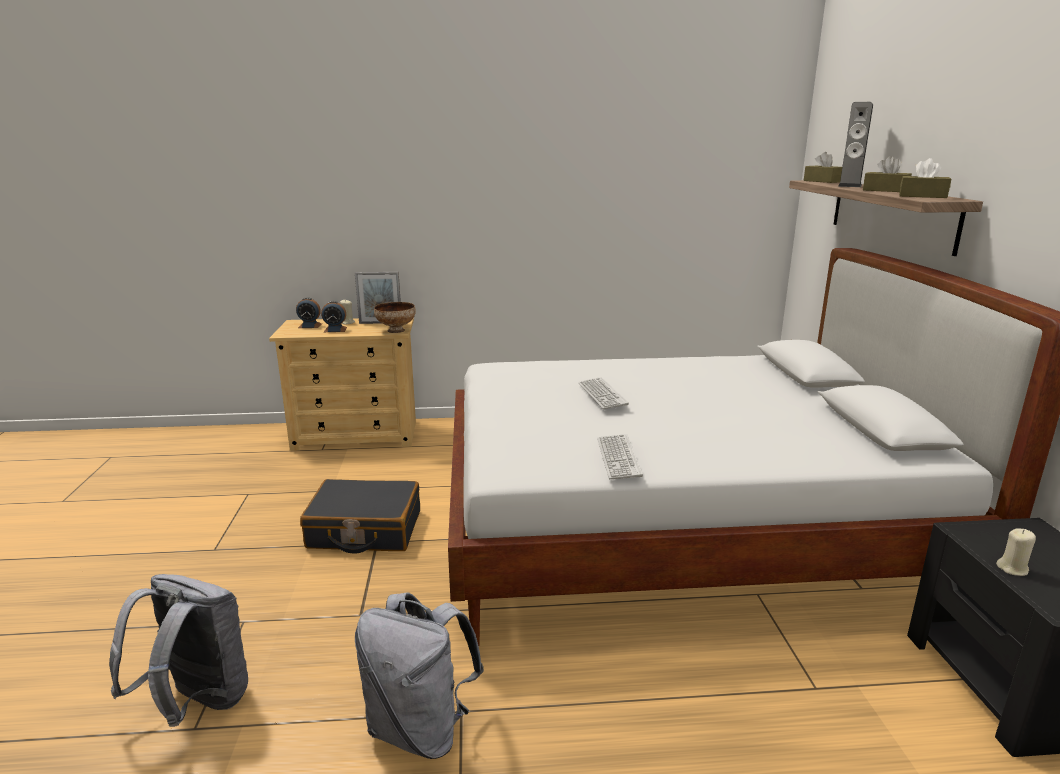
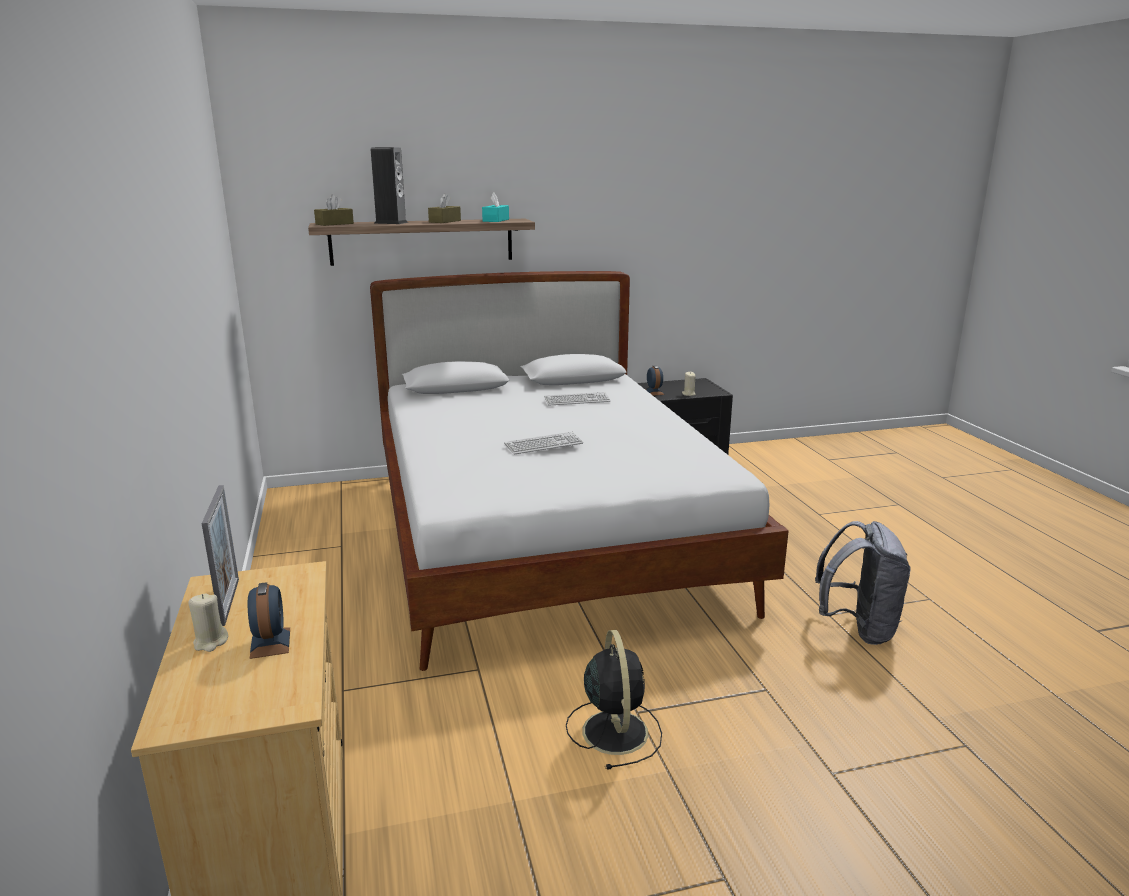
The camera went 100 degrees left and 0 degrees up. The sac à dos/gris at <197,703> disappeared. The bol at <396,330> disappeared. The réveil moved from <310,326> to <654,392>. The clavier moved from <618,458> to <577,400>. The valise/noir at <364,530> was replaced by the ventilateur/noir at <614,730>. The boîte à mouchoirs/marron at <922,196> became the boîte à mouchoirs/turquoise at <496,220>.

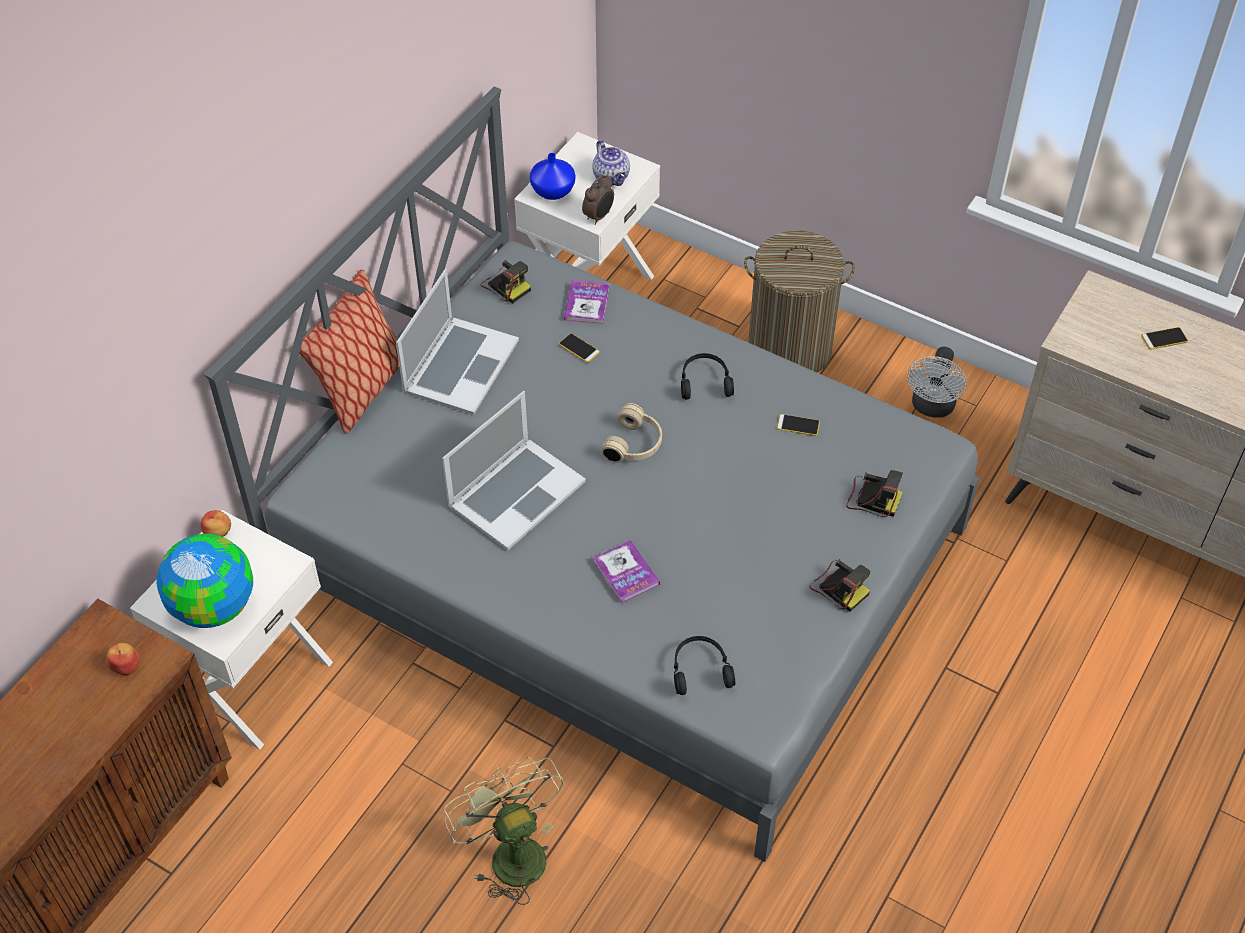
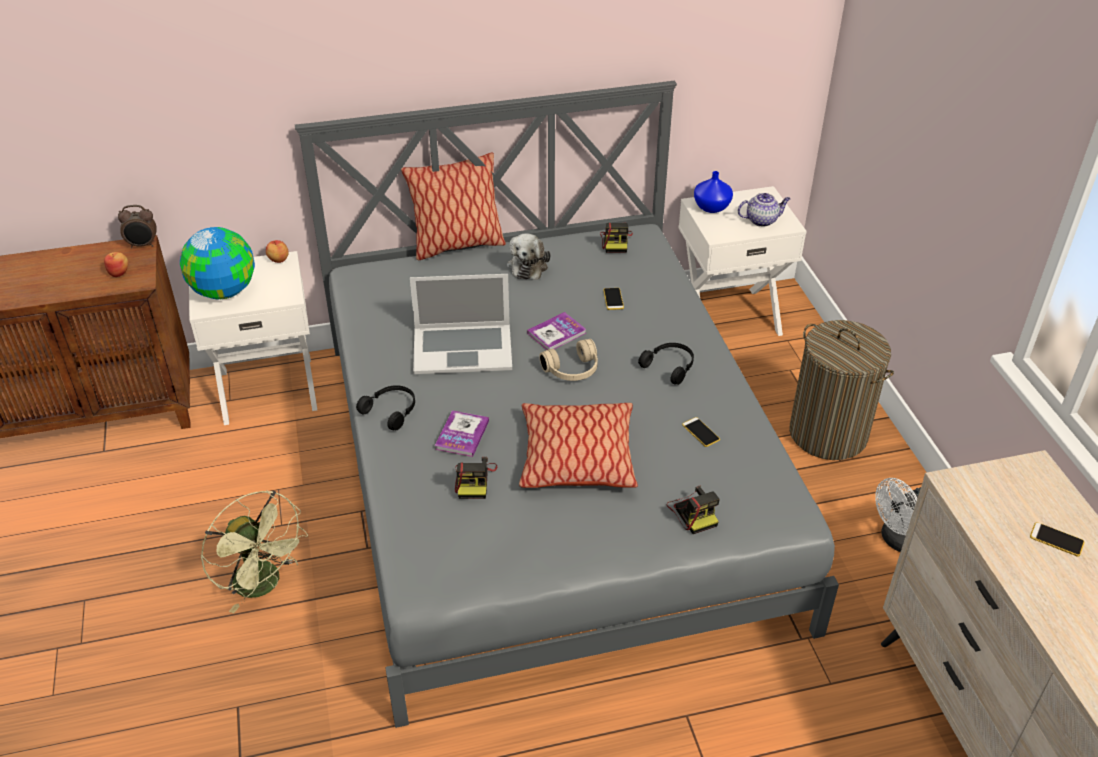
The camera went 45 degrees right and 10 degrees down. The coussin at <577,457> appeared. The livre moved from <587,303> to <556,333>. The réveil moved from <599,216> to <143,245>. The casque audio/noir moved from <700,669> to <391,411>. The appareil photo moved from <839,587> to <474,480>. The ordinateur portable at <460,365> was replaced by the peluche at <528,265>. The ventilateur/vert at <510,852> turned 120 degrees clockwise. The théière at <612,177> turned 120 degrees counterclockwise.

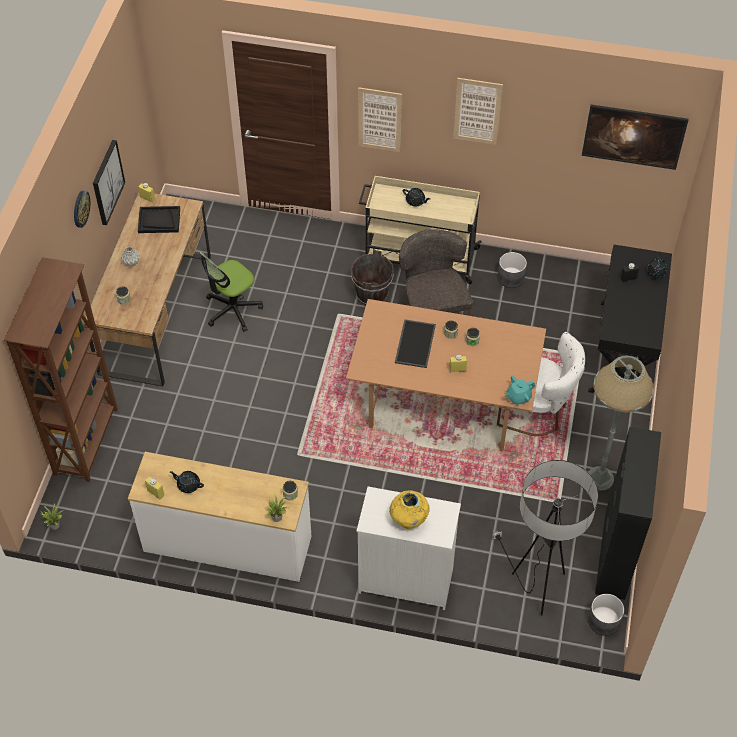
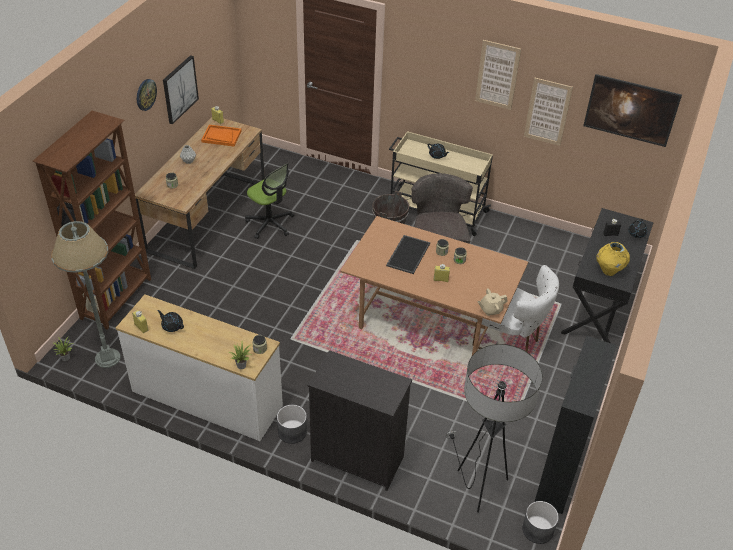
The camera went 10 degrees right and 10 degrees down. The tableau moved from <379,119> to <547,112>. The vase/jaune moved from <408,520> to <609,270>. The cache-pot/gris moved from <510,277> to <292,431>. The lampadaire/gris moved from <599,478> to <107,358>. The plateau/noir at <159,221> became the plateau/orange at <221,136>. The commode/blanc at <405,580> became the commode/noir at <357,458>. The théière/turquoise at <518,397> became the théière/beige at <490,309>. The chaise de bureau at <232,310> turned 105 degrees counterclockwise.

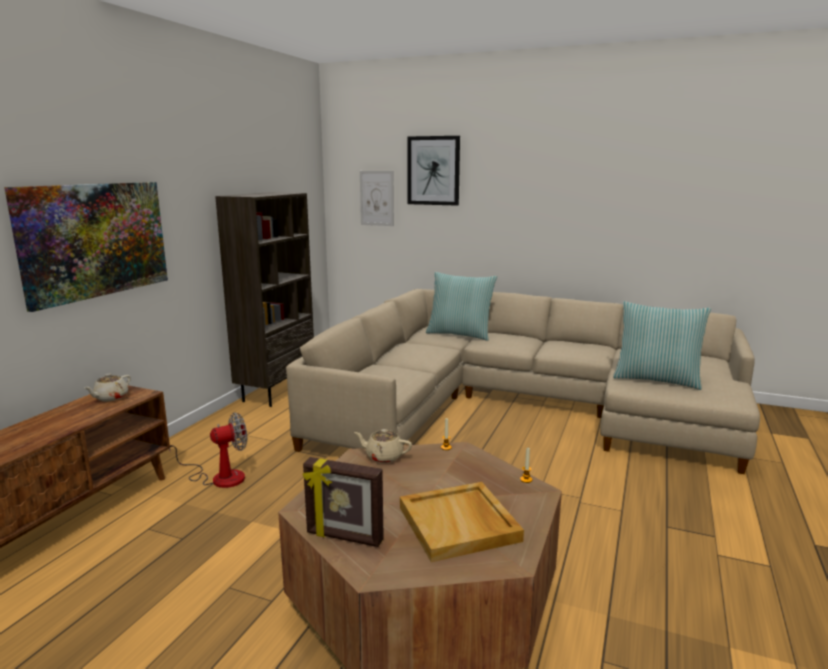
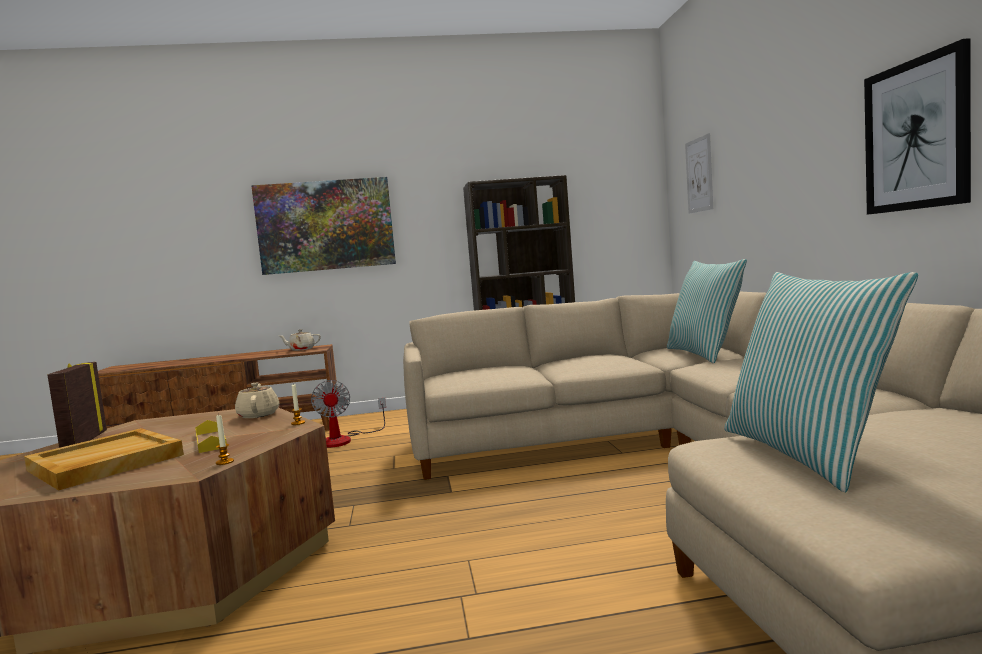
The camera went 60 degrees right and 10 degrees down. The plateau/jaune at <211,441> appeared. The tableau moved from <433,170> to <916,135>. The ventilateur at <219,477> turned 45 degrees clockwise.

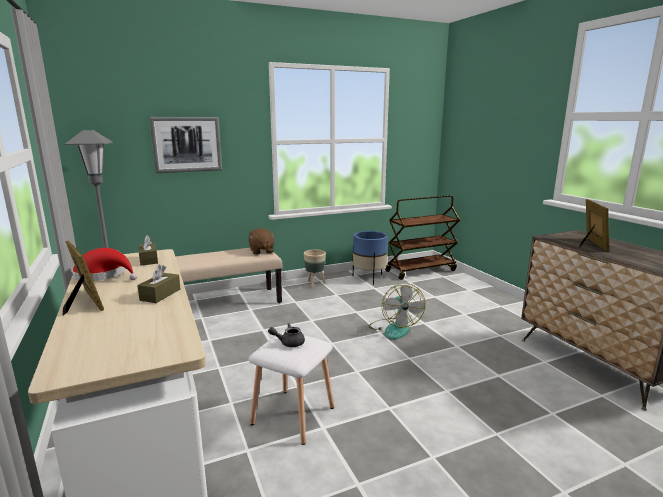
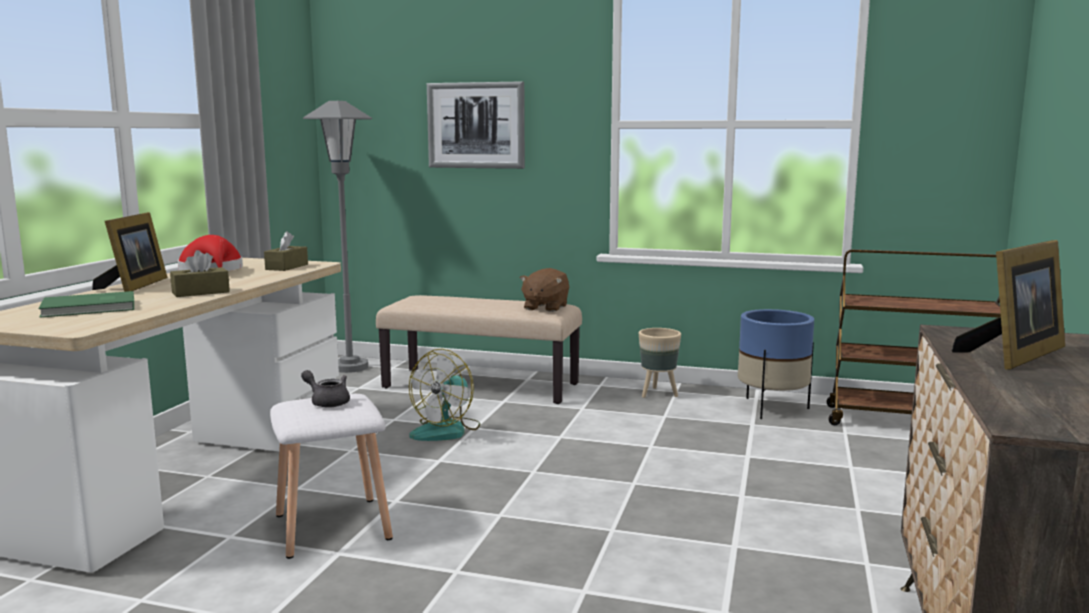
The camera went 40 degrees right and 5 degrees down. The livre/vert at <90,308> appeared. The ventilateur moved from <394,328> to <447,430>.

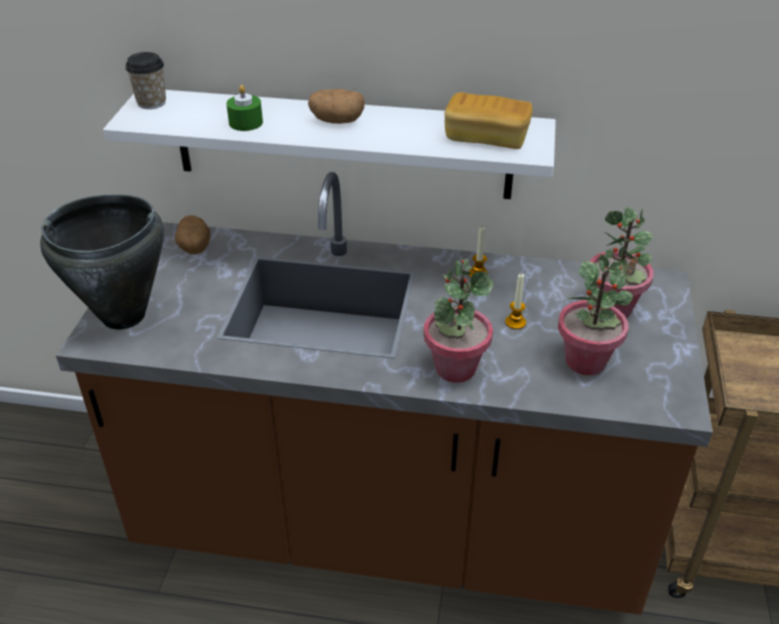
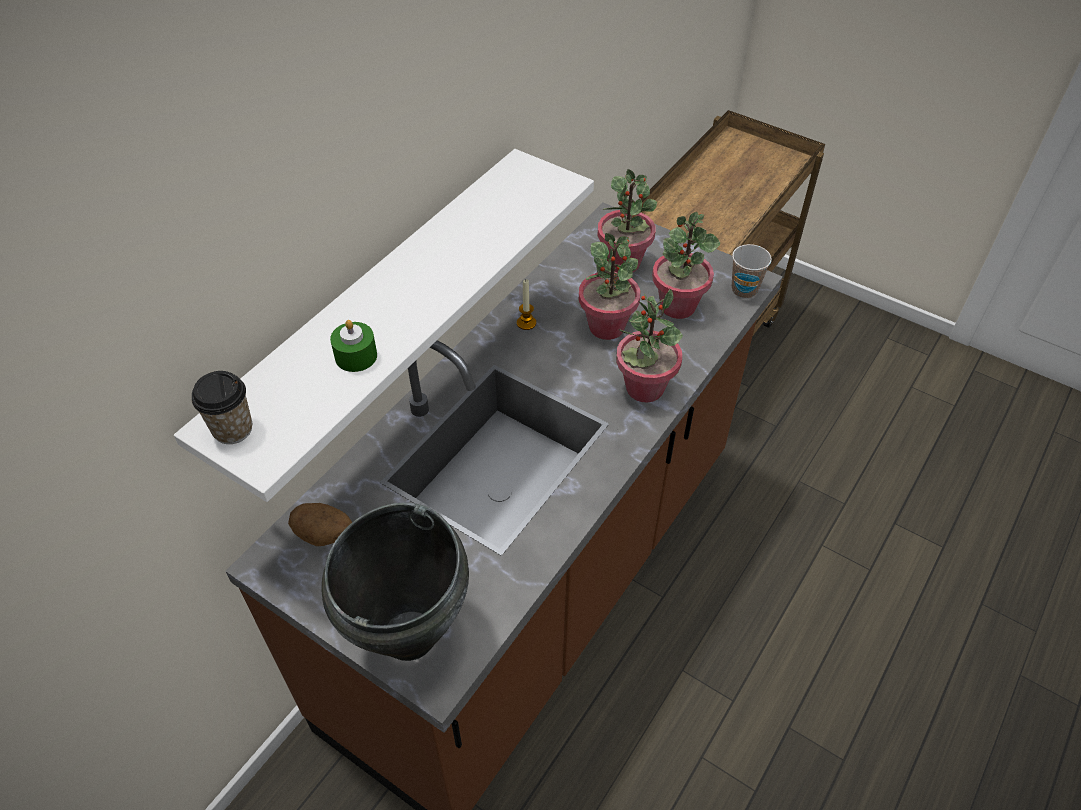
The camera went 65 degrees left and 10 degrees up. The pomme de terre at <336,121> disappeared. The pain at <486,138> disappeared. The tasse at <744,290> appeared. The bougie at <515,322> was replaced by the plante en pot at <607,326>.

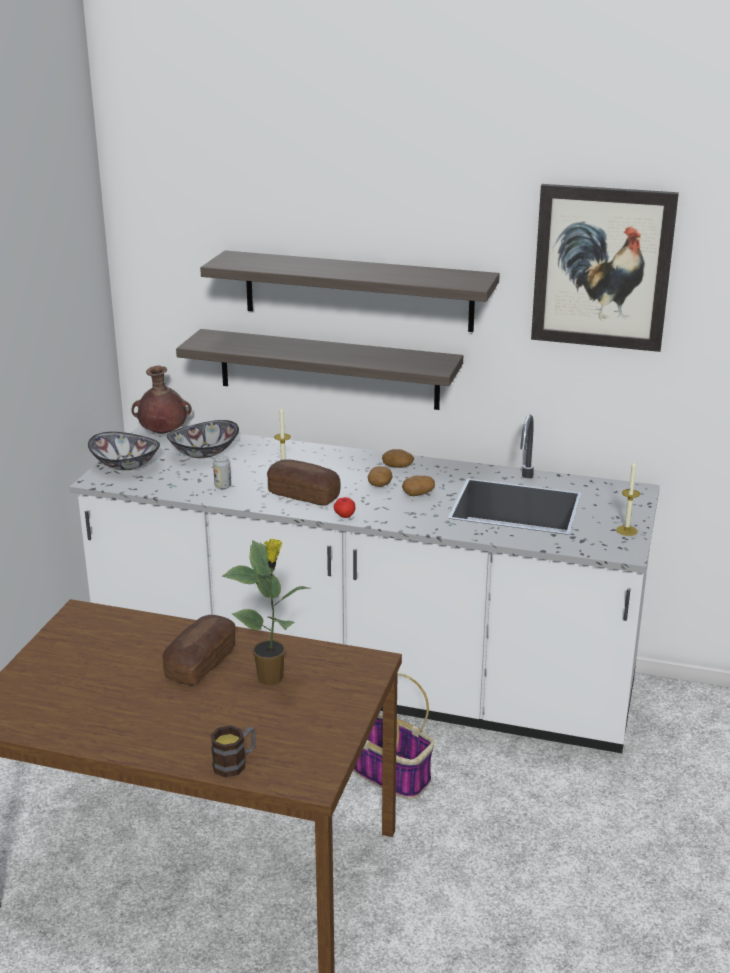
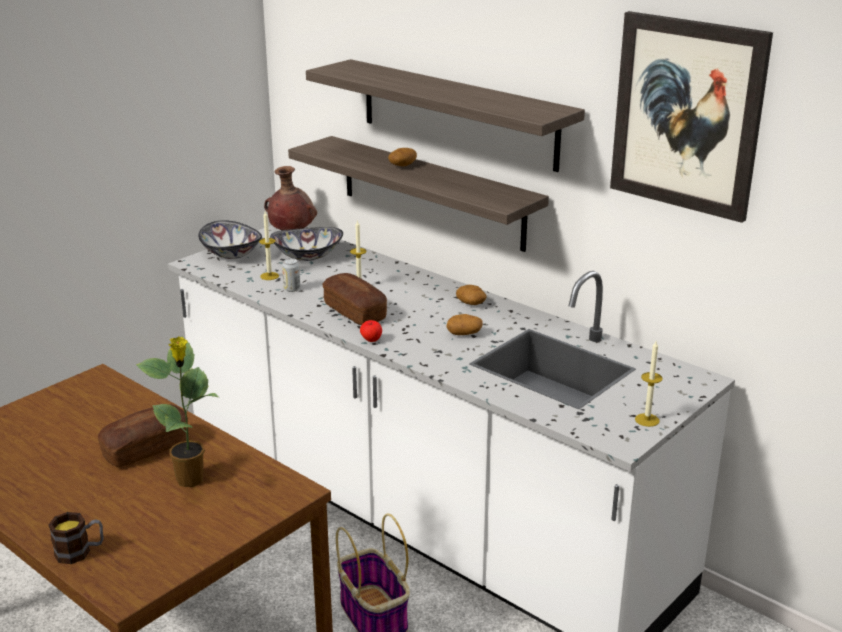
The camera went 25 degrees right and 0 degrees up. The bougie at <269,276> appeared. The pomme de terre moved from <379,485> to <402,165>.

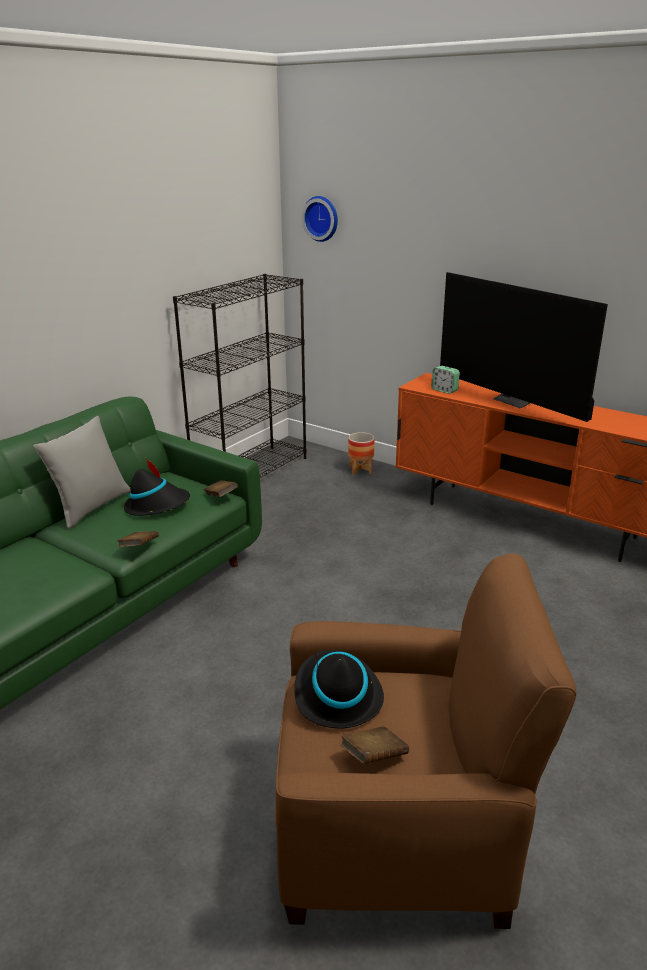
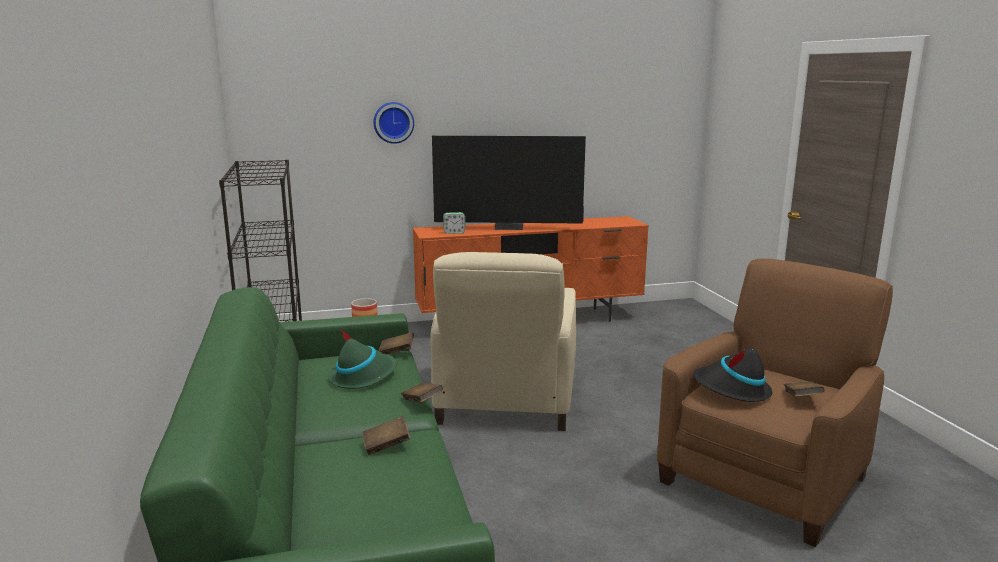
The camera went 50 degrees left and 10 degrees down. The coussin/gris at <91,507> disappeared. The livre/marron at <386,446> appeared. The fauteuil/beige at <505,401> appeared. The horloge murale moved from <322,218> to <393,122>. The chapeau/noir at <157,505> became the chapeau/vert at <363,376>.

